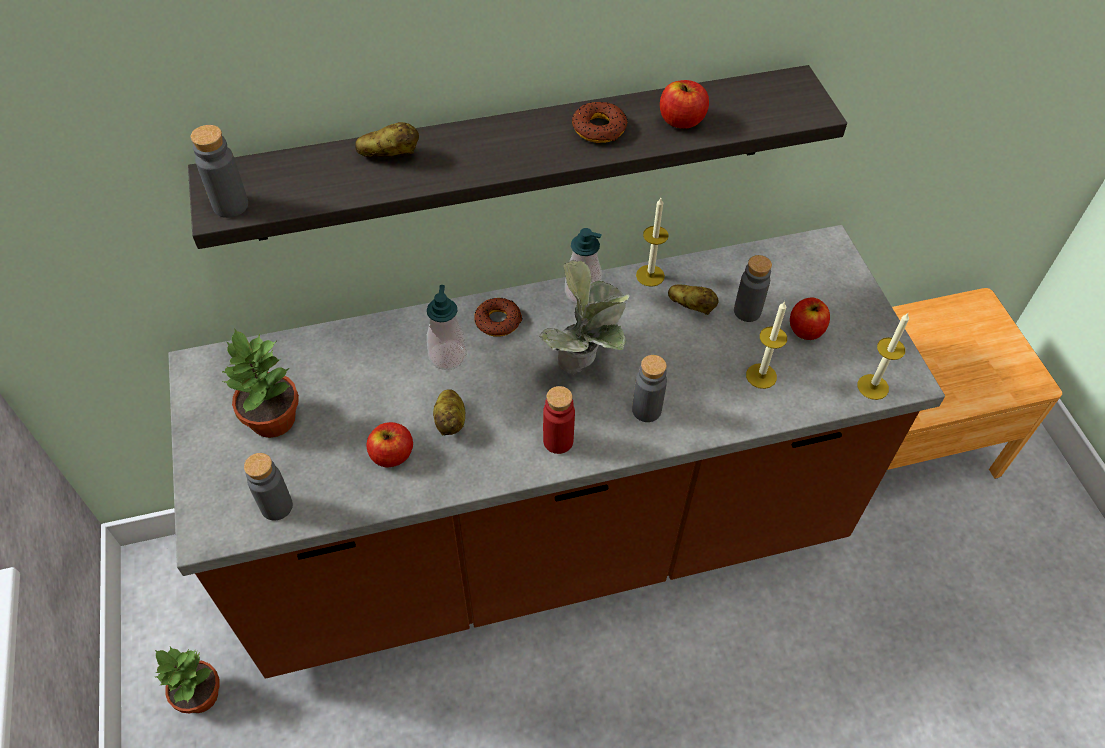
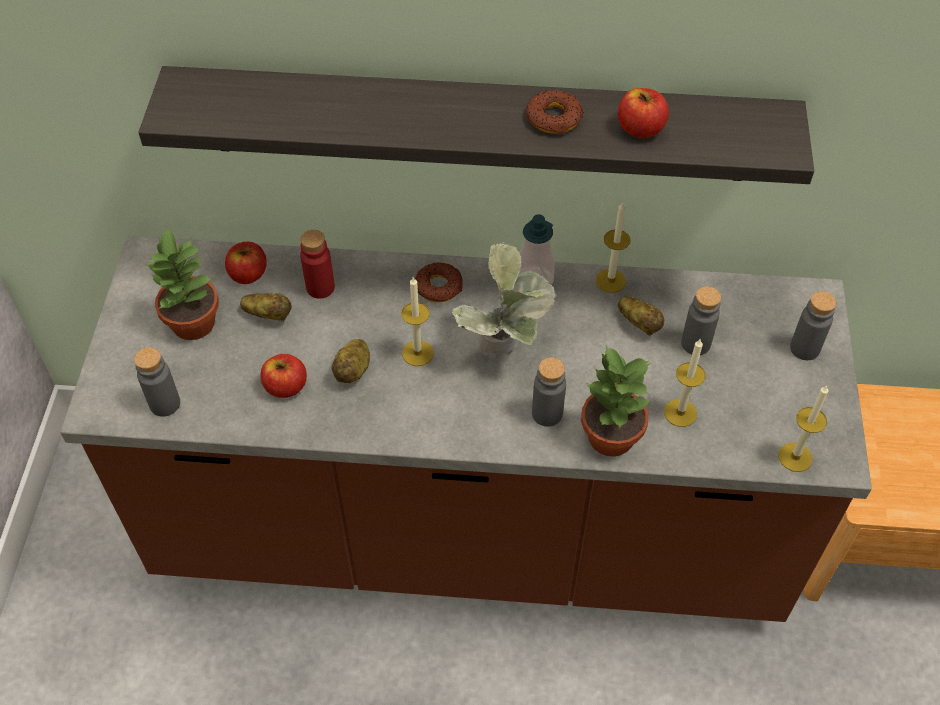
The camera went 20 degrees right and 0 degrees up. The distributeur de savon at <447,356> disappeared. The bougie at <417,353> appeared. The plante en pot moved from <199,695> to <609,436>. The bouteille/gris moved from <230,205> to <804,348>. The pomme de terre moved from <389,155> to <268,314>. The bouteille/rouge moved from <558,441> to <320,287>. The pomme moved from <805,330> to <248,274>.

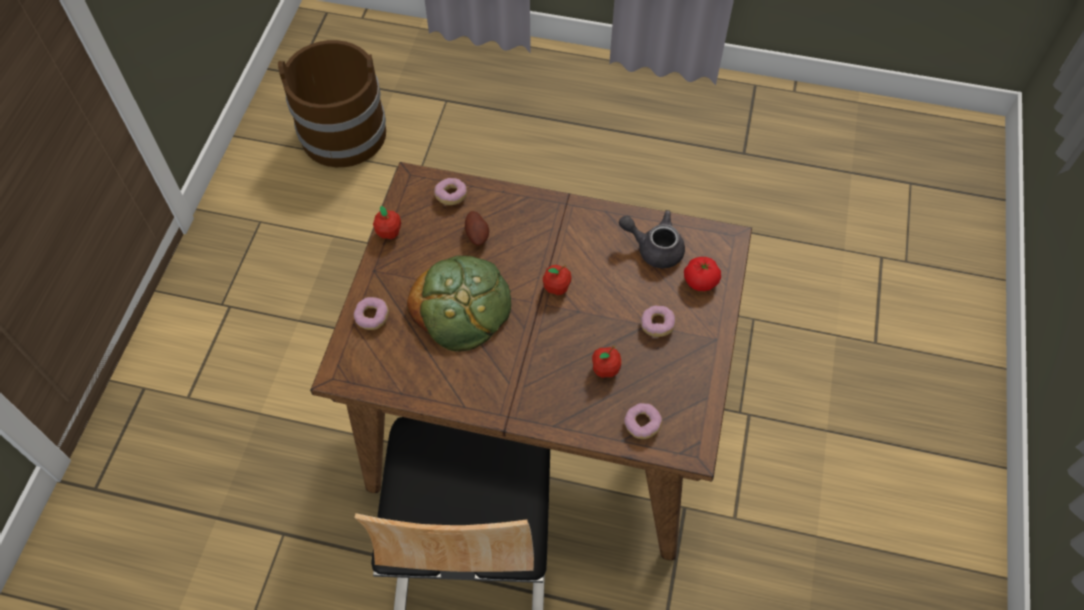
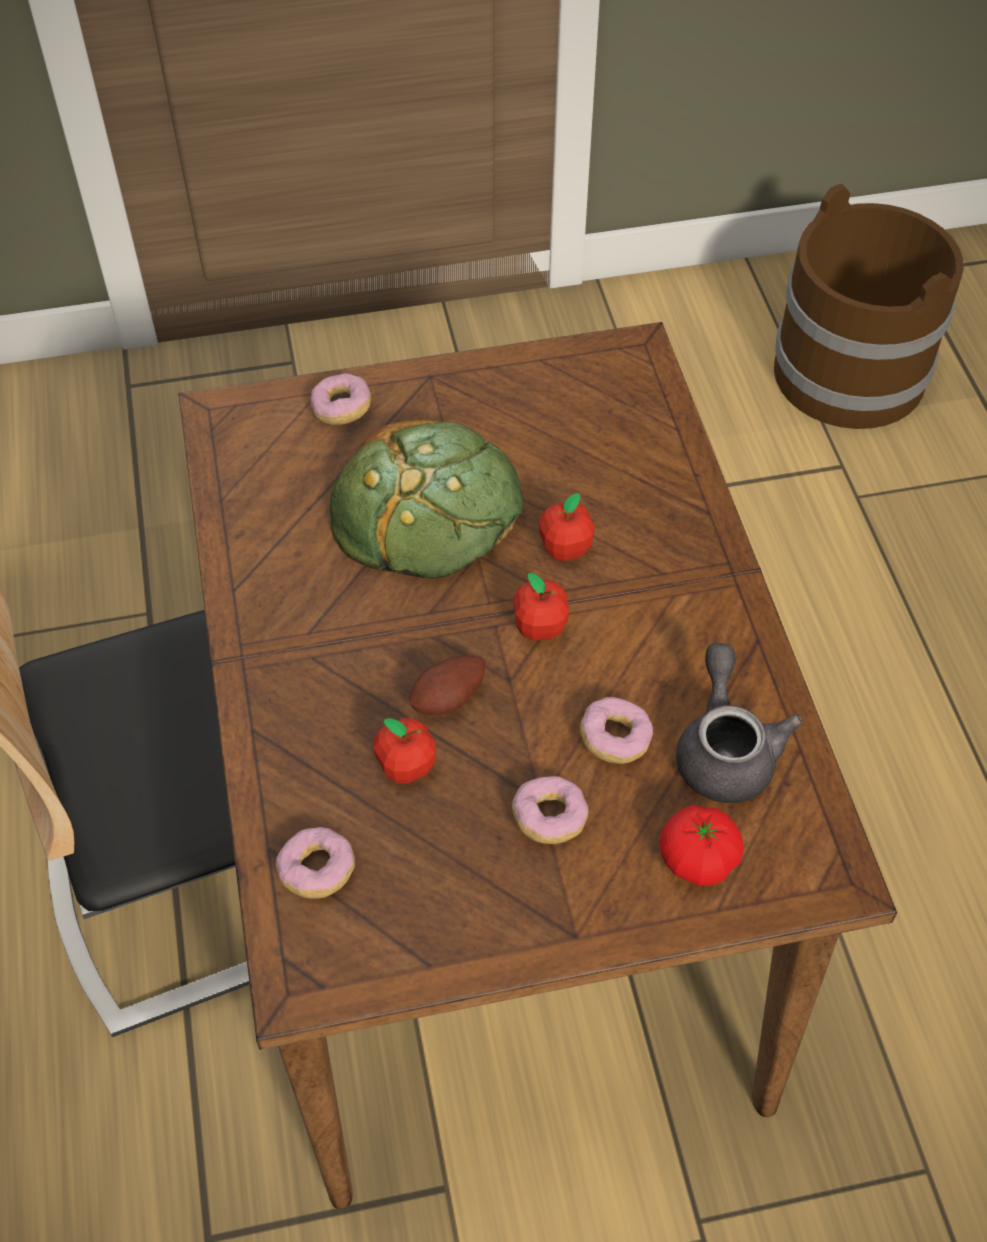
The camera went 65 degrees right and 5 degrees down. The pomme moved from <389,232> to <565,549>. The beignet moved from <451,196> to <615,739>. The pomme de terre moved from <477,235> to <450,699>.

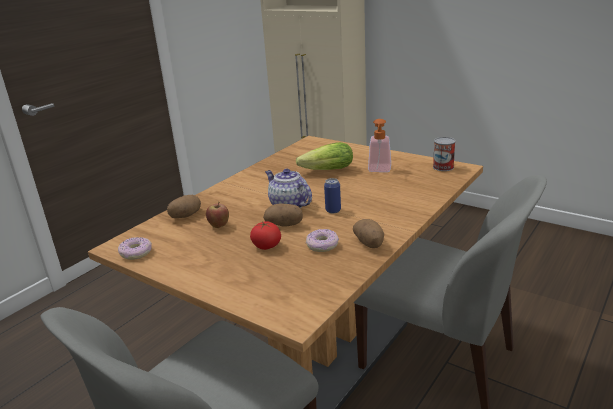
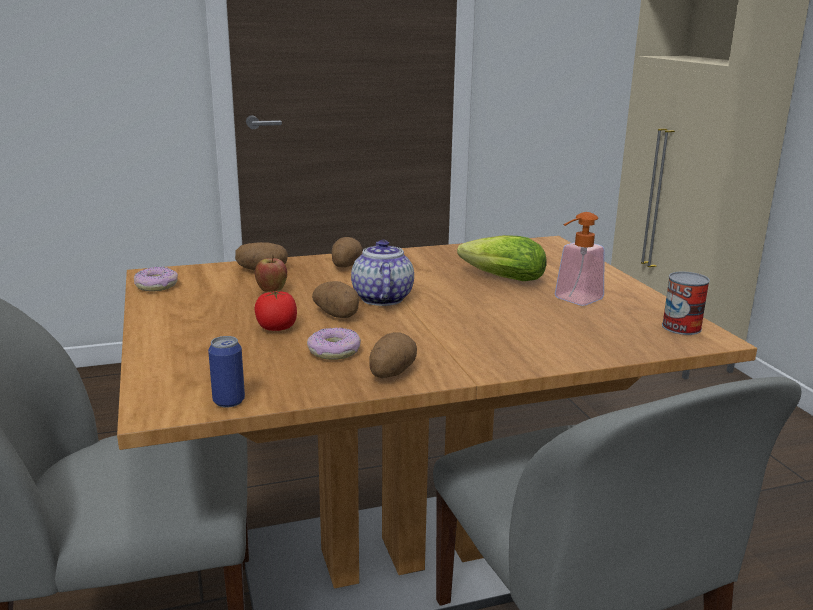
The camera went 35 degrees right and 5 degrees down. The pomme de terre at <345,265> appeared. The boîte métallique moved from <333,210> to <229,401>.

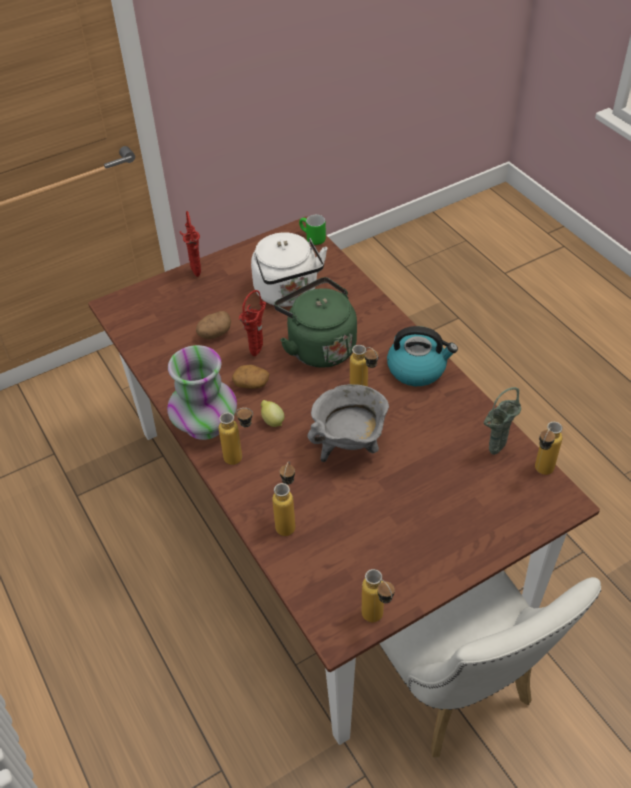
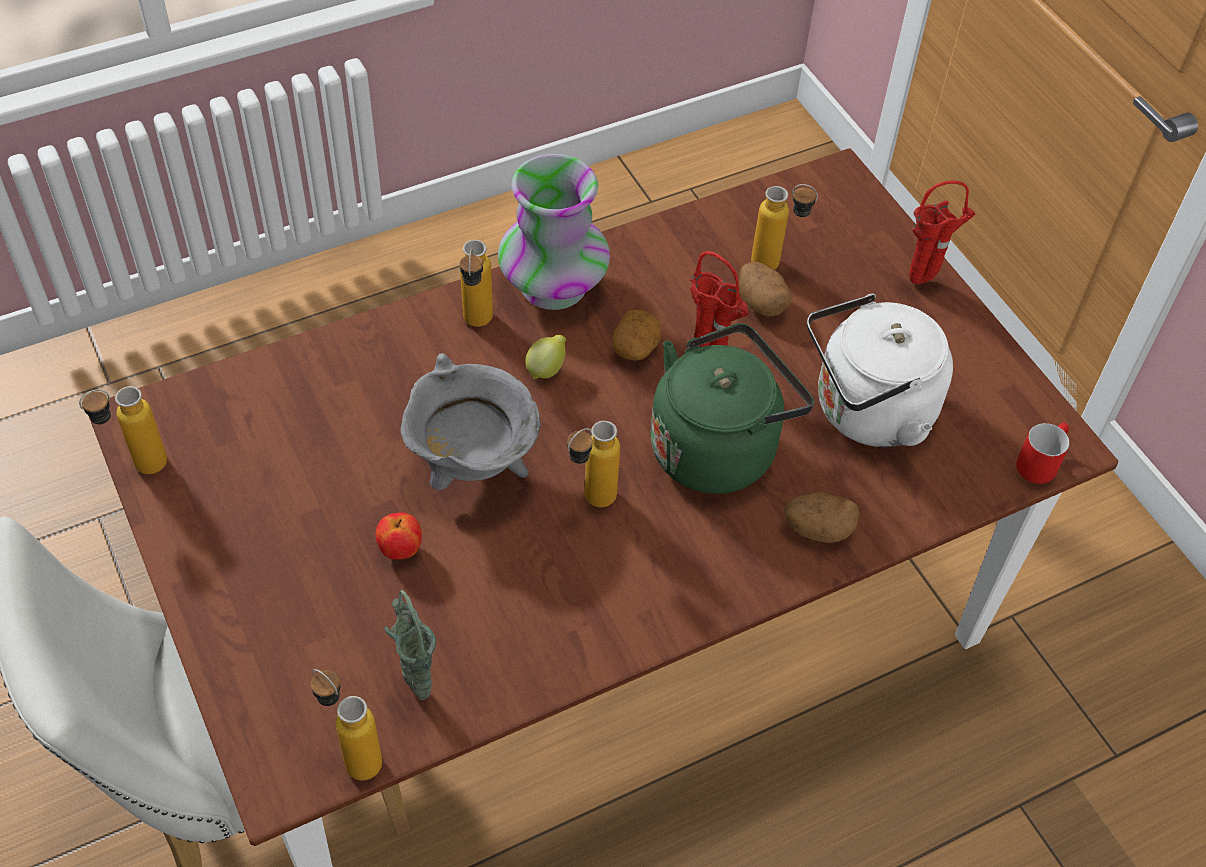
The camera went 90 degrees right and 5 degrees up. The bouilloire at <417,369> disappeared. The pomme at <400,550> appeared. The pomme de terre at <817,529> appeared. The bouteille moved from <288,521> to <776,266>. The mug/vert at <311,239> became the mug/rouge at <1037,462>.

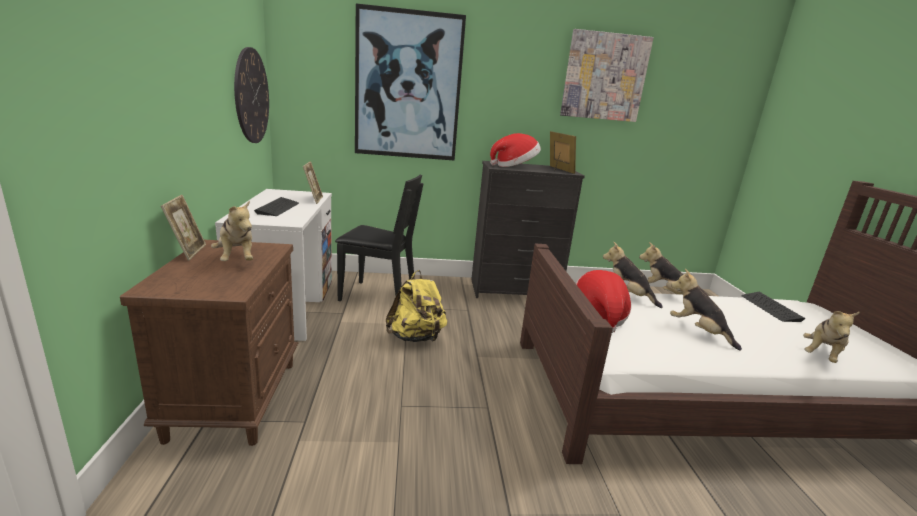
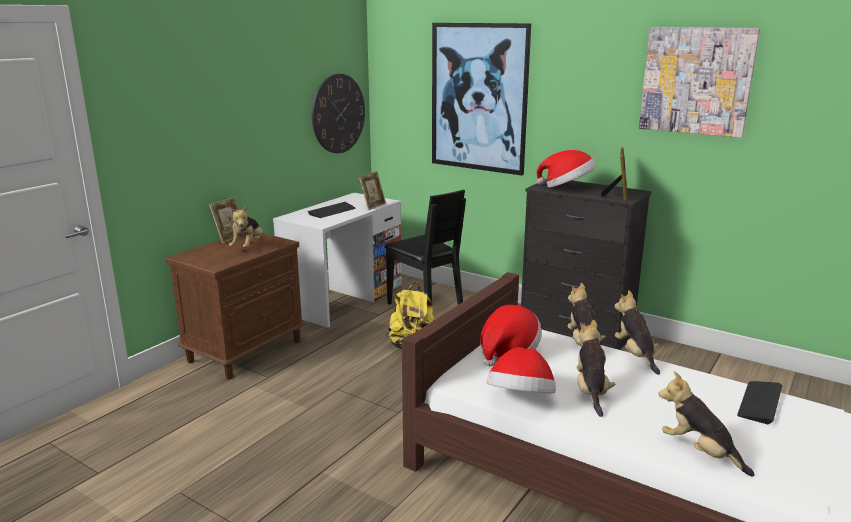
The camera went 40 degrees right and 0 degrees up. The chapeau at <521,399> appeared. The peluche at <821,355> turned 60 degrees clockwise.

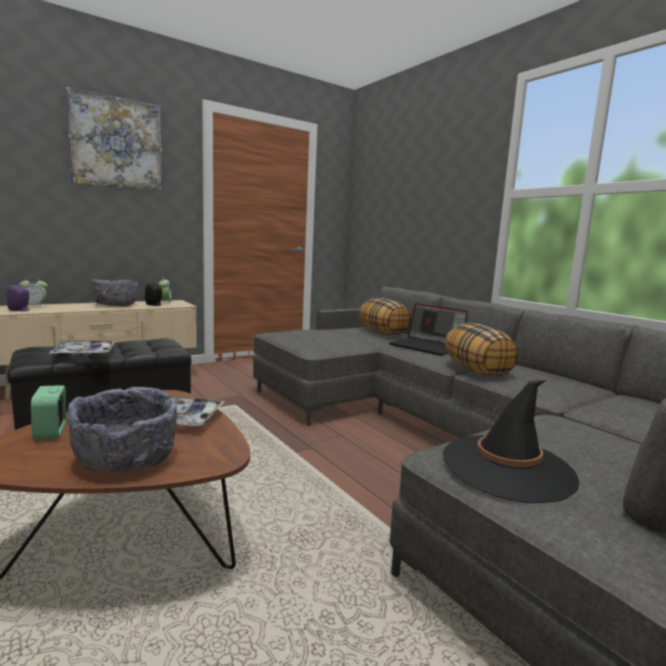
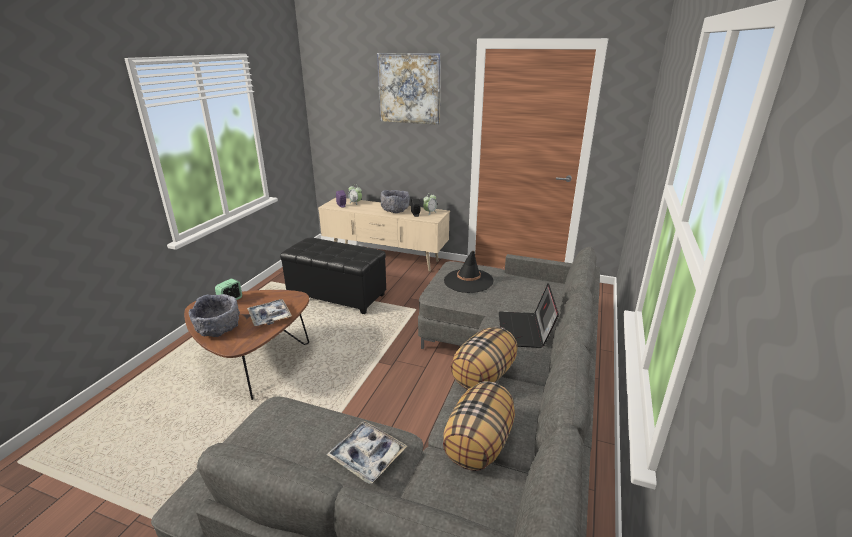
The camera went 55 degrees right and 15 degrees up. The plateau moved from <84,354> to <367,456>. The coussin moved from <383,333> to <479,444>. The chapeau/noir moved from <507,467> to <468,281>.

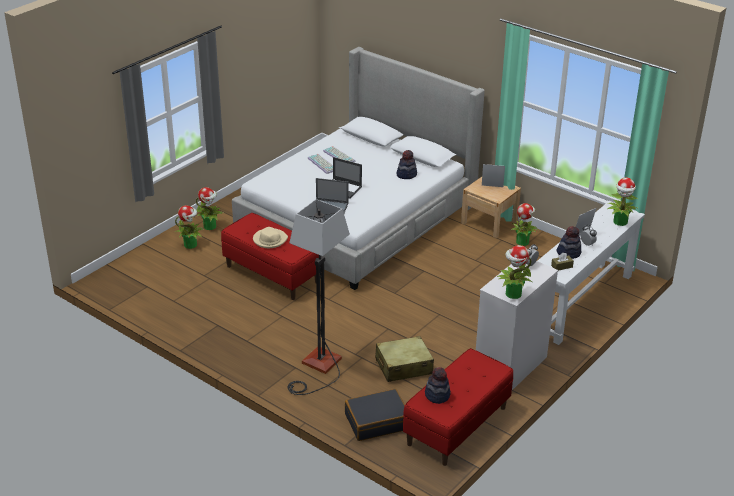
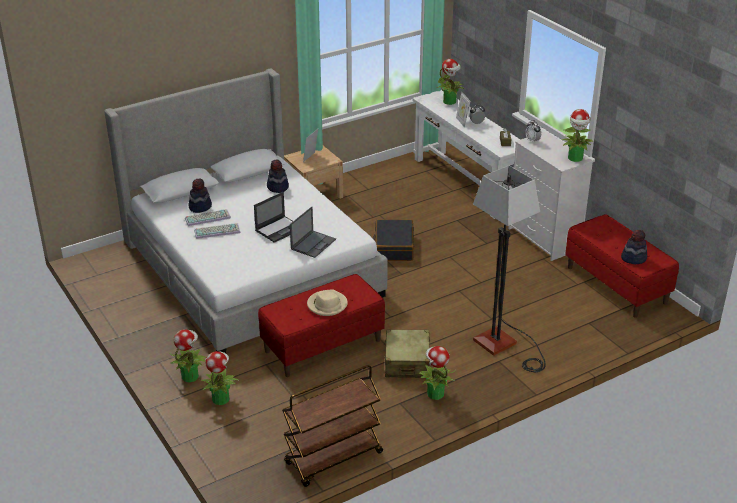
The camera went 70 degrees left and 0 degrees up. The chariot/marron at <333,459> appeared. The valise/noir moved from <377,421> to <393,247>. The valise/beige moved from <403,366> to <407,362>. The plante en pot moved from <522,242> to <435,393>. The chapeau moved from <568,253> to <200,207>.

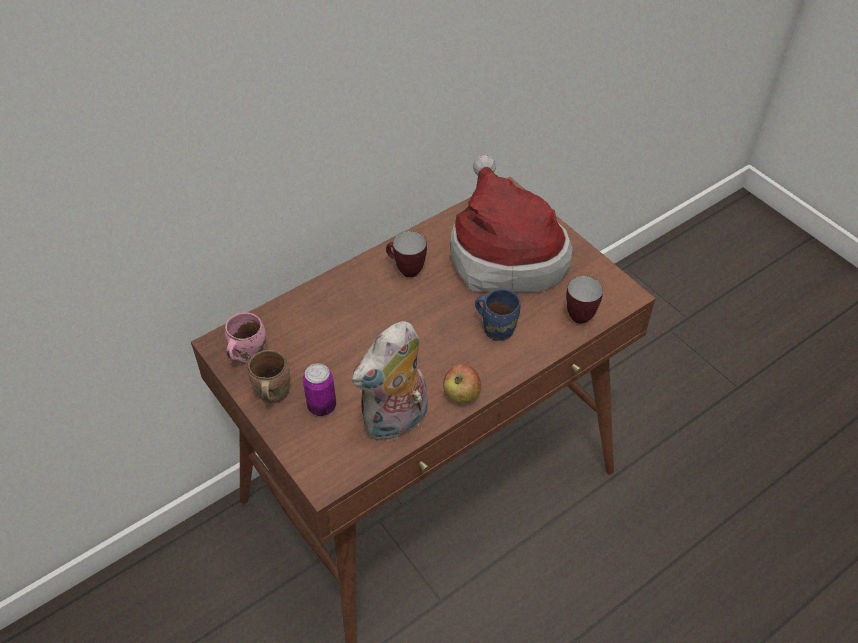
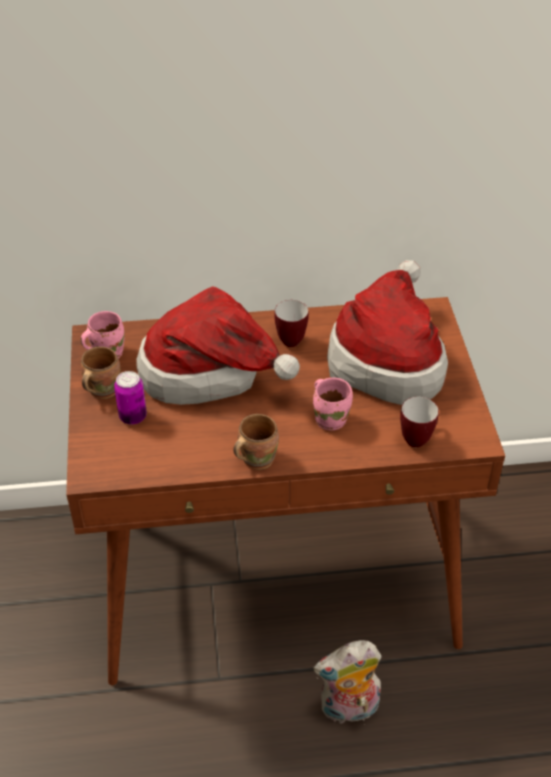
The camera went 30 degrees right and 5 degrees down. The chapeau at <211,373> appeared. The peluche moved from <396,422> to <348,709>. The pomme at <462,394> was replaced by the mug/marron at <255,458>. The mug/bleu at <497,328> became the mug/rose at <331,418>.

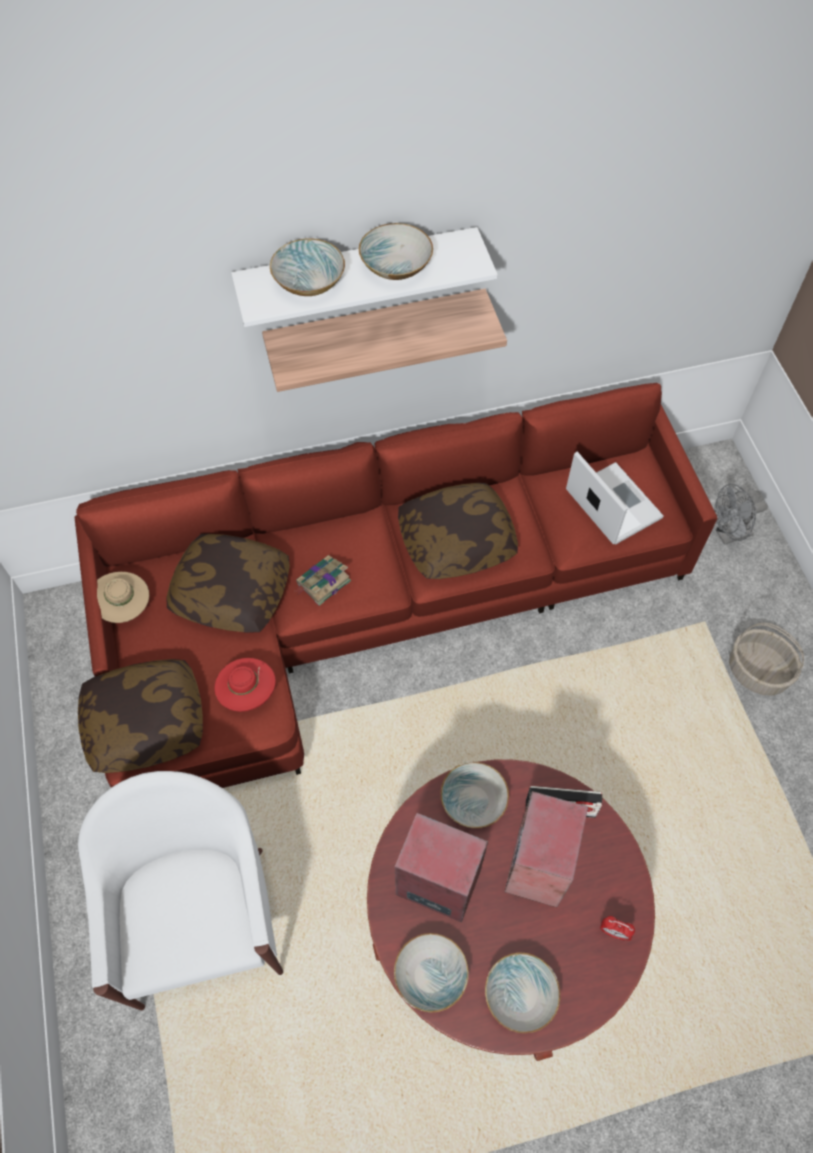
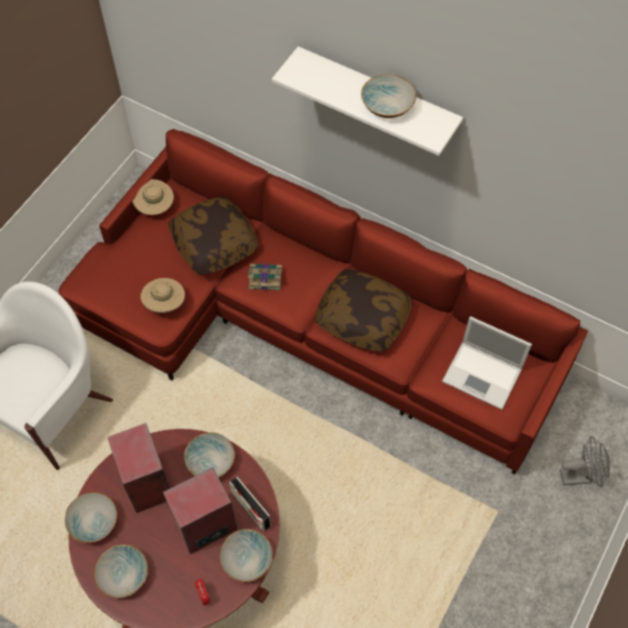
The camera went 45 degrees right and 0 degrees up. The coussin at <145,723> disappeared. The étagère at <376,331> disappeared. The panier at <758,672> disappeared. The bol moved from <310,282> to <247,560>. The chapeau/rouge at <248,693> became the chapeau/beige at <165,303>. The ordinateur portable at <612,503> turned 105 degrees clockwise. The ventilateur/gris at <728,535> turned 150 degrees clockwise.

